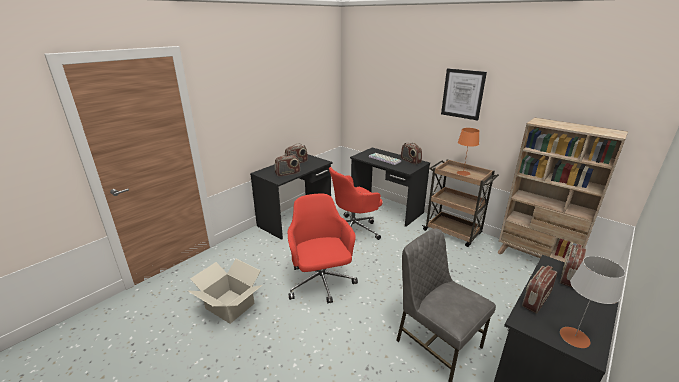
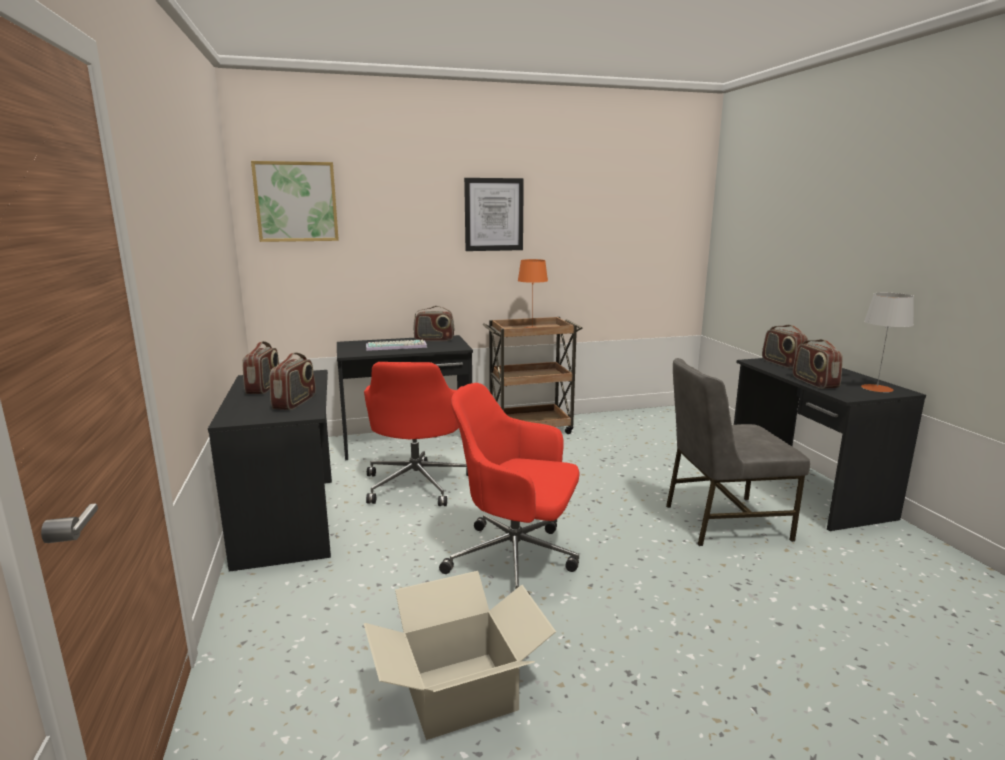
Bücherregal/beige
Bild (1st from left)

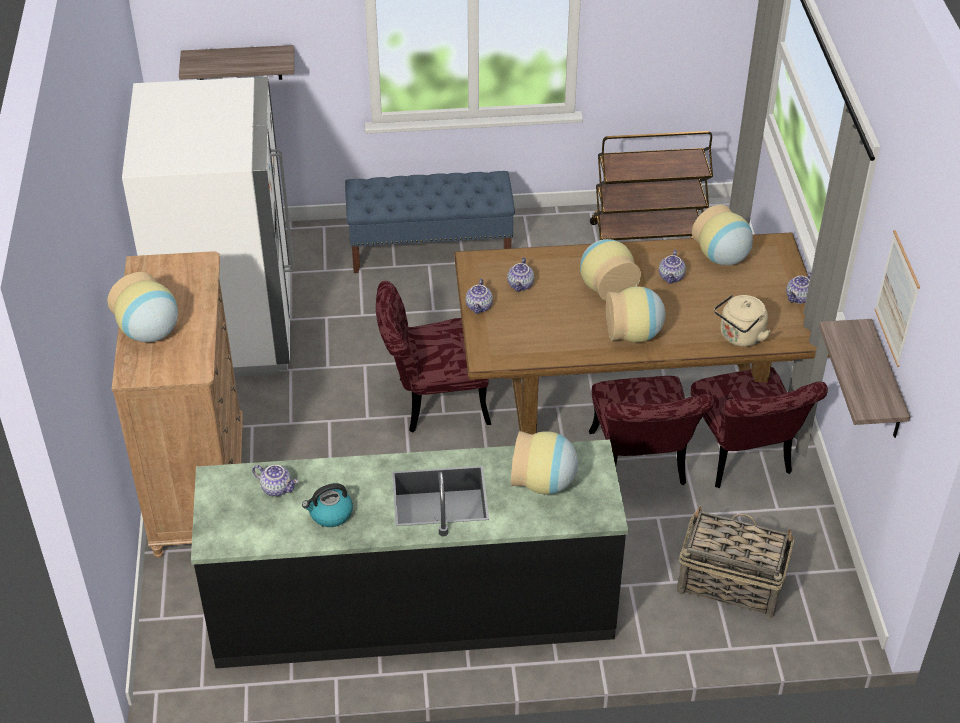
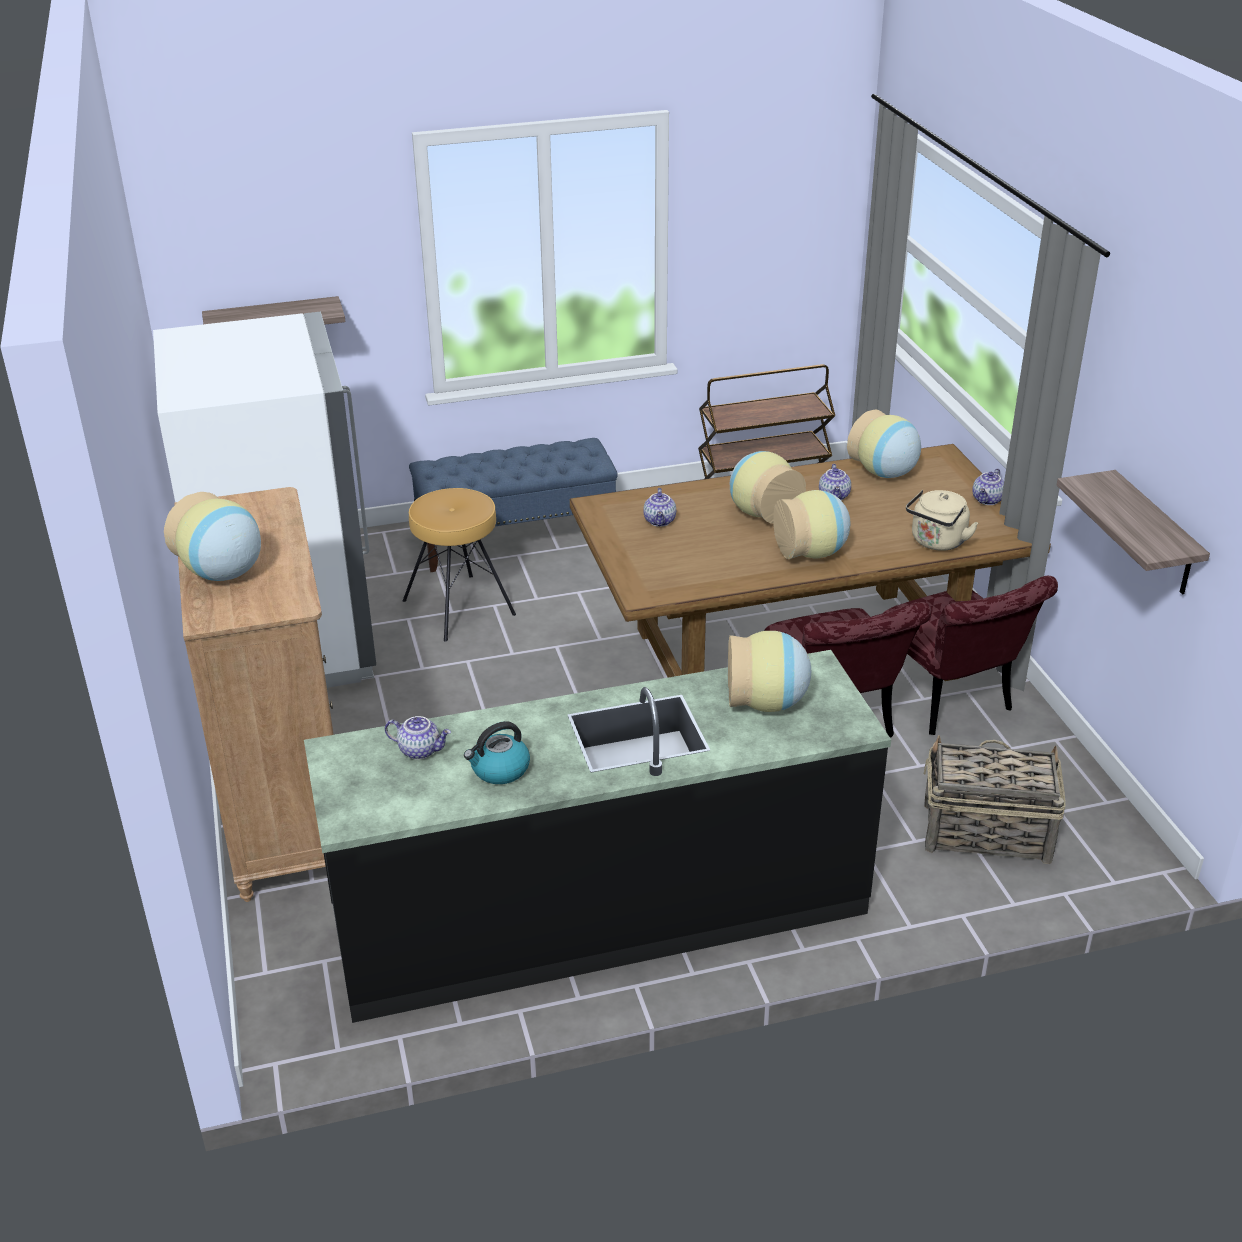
Bild
Teekanne (2nd from left in the first image)
Stuhl/rot (1st from left in the first image)
Hocker/braun

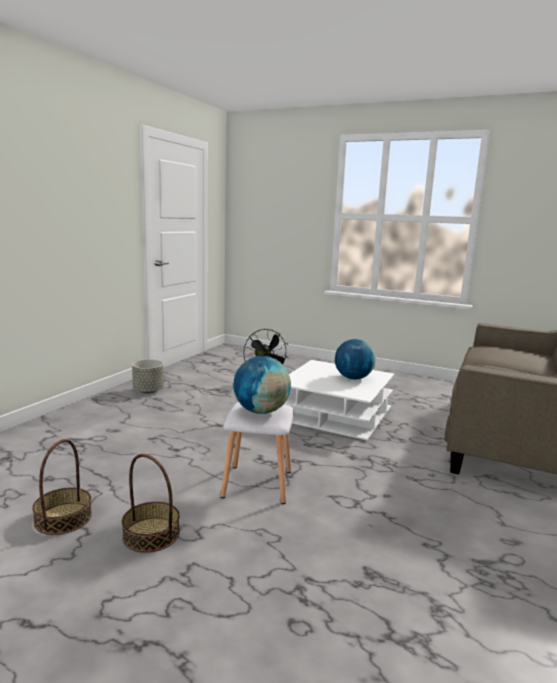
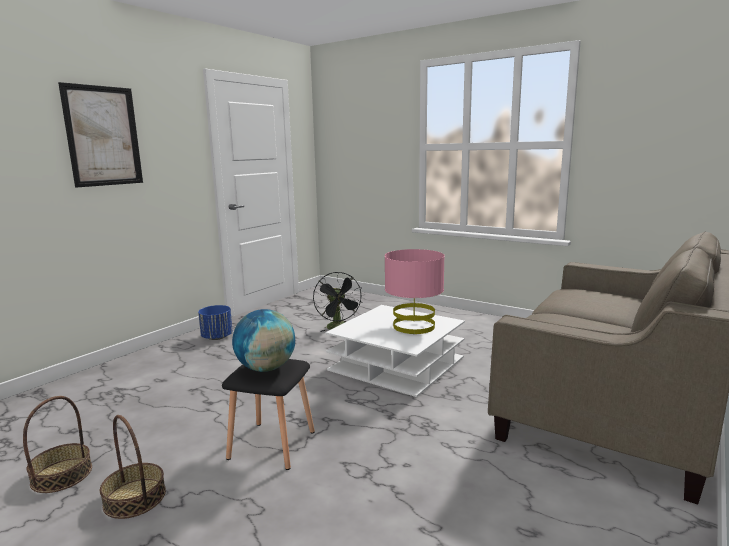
Tischlampe/rosa
Pflanzkübel/blau
Hocker/schwarz
Bild

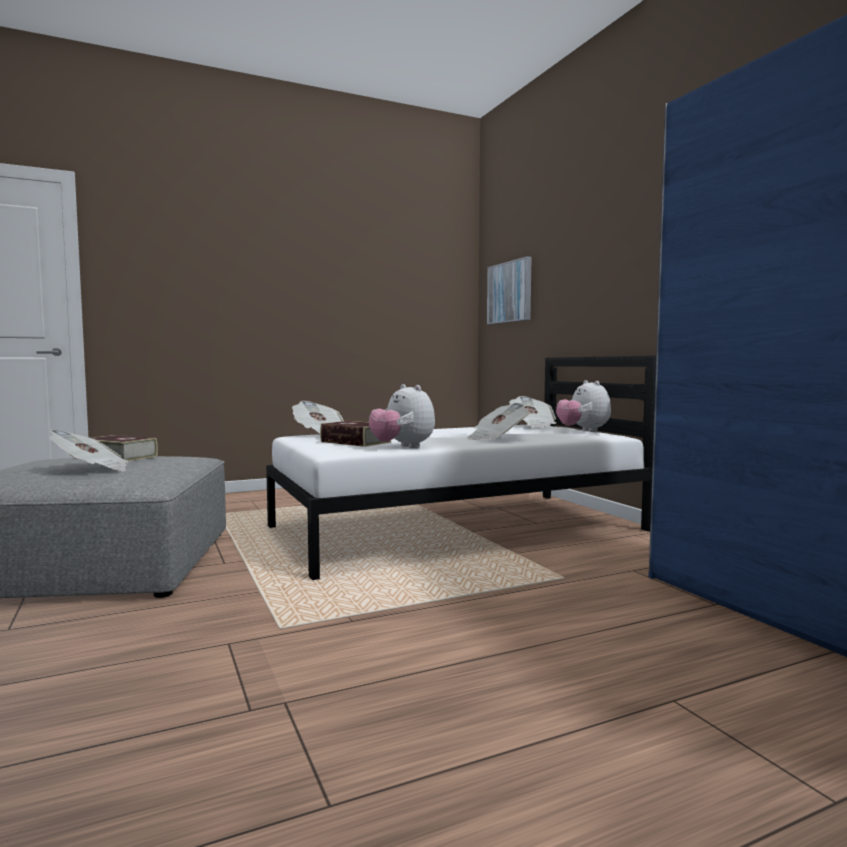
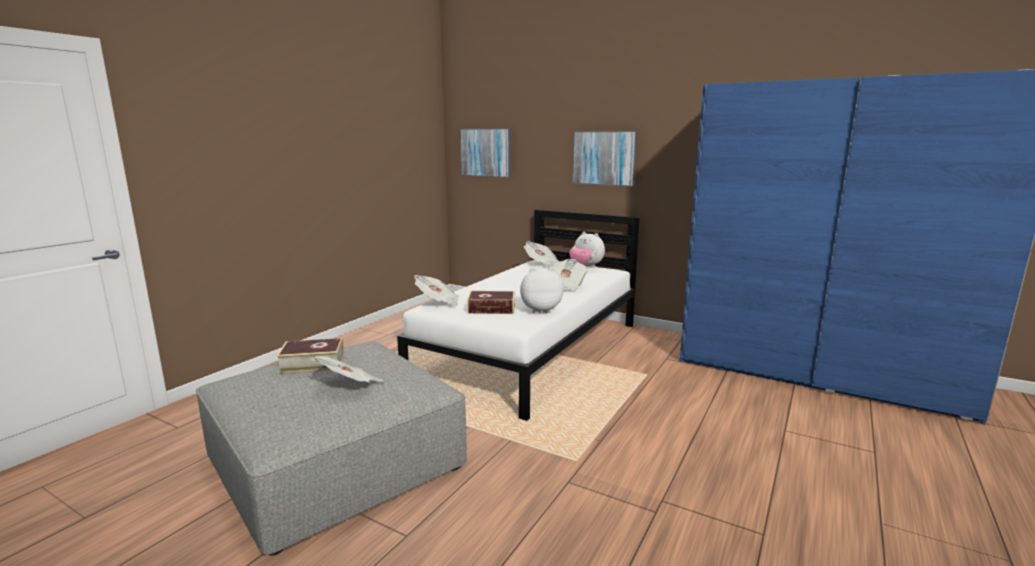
Plüschtier (1st from left)
Bild (2nd from left)

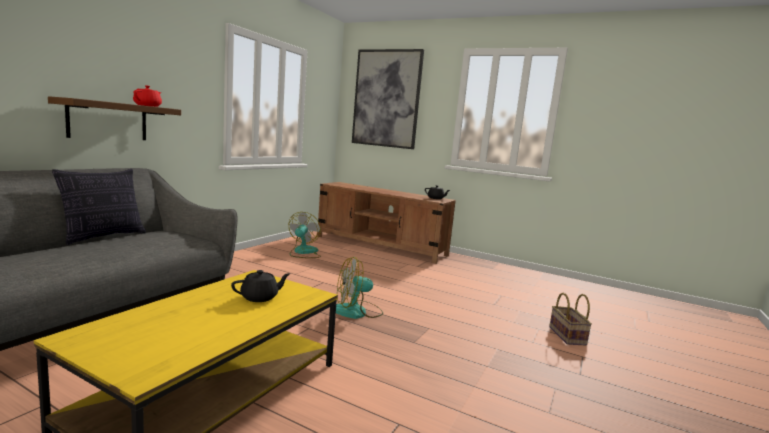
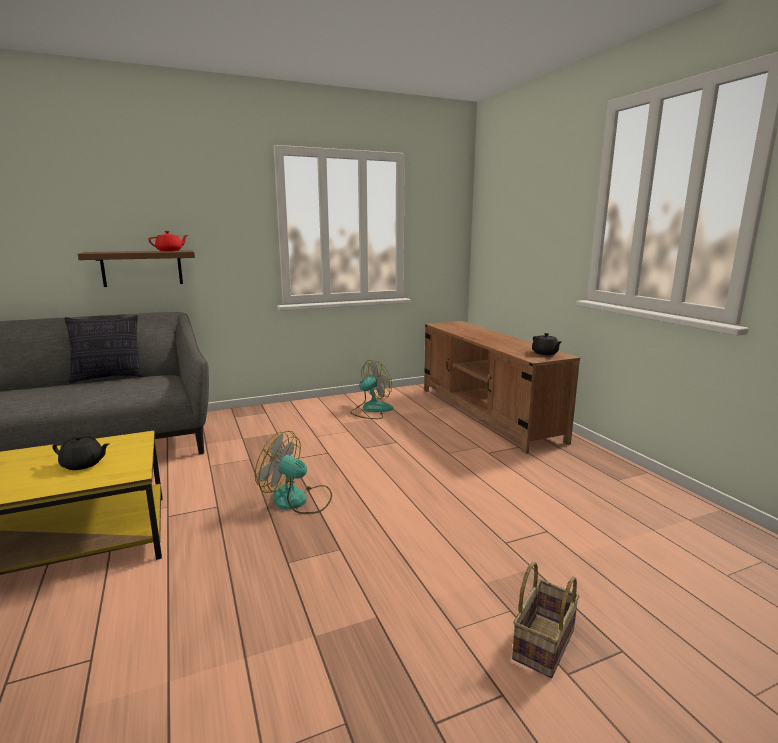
Bild

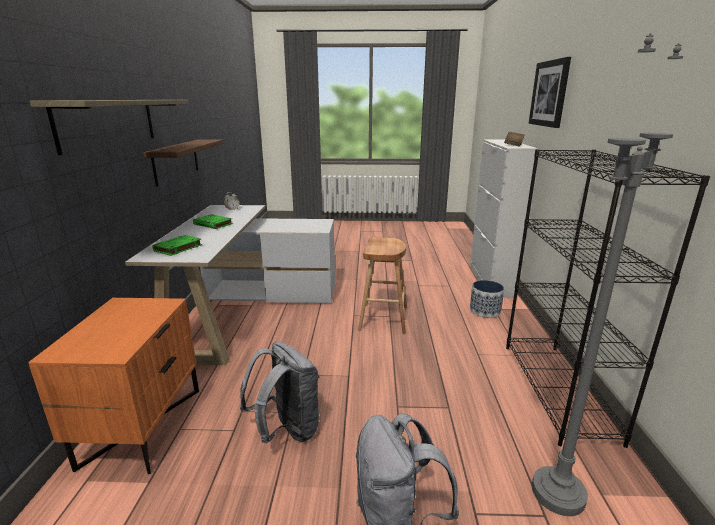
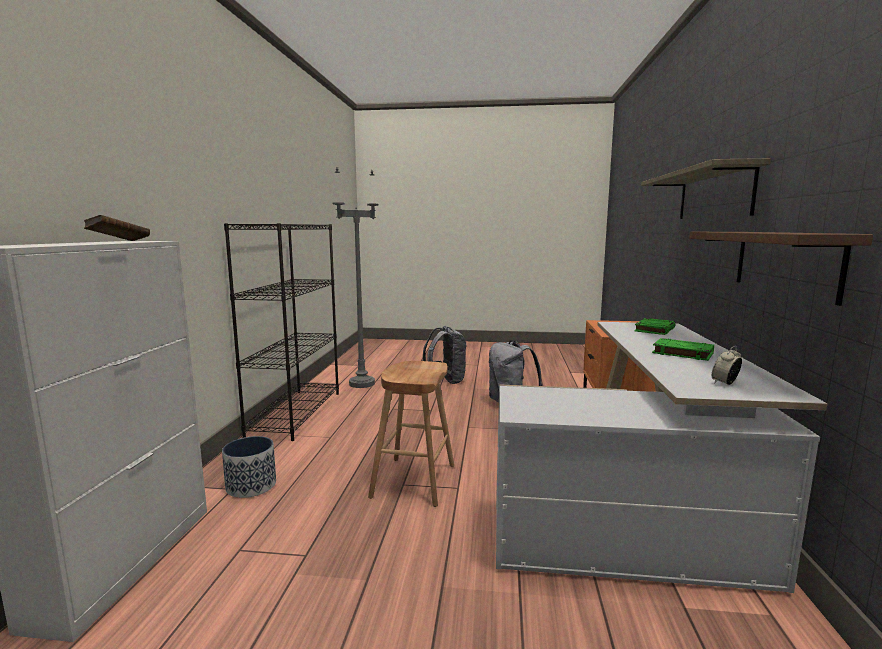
Bild

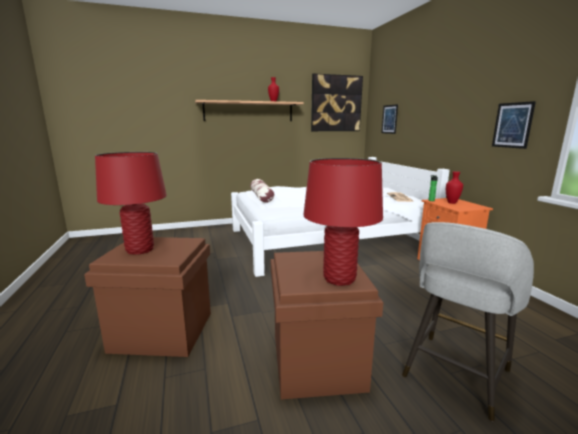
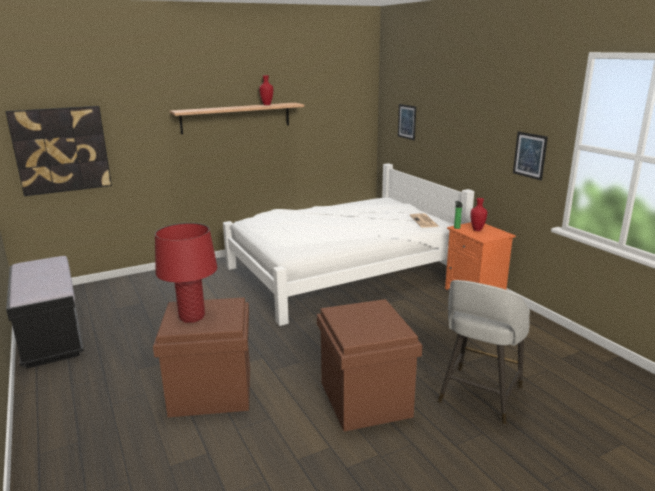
Bild (1st from left)
Tischlampe/rot (2nd from left in the first image)
Kissen
Bank/schwarz

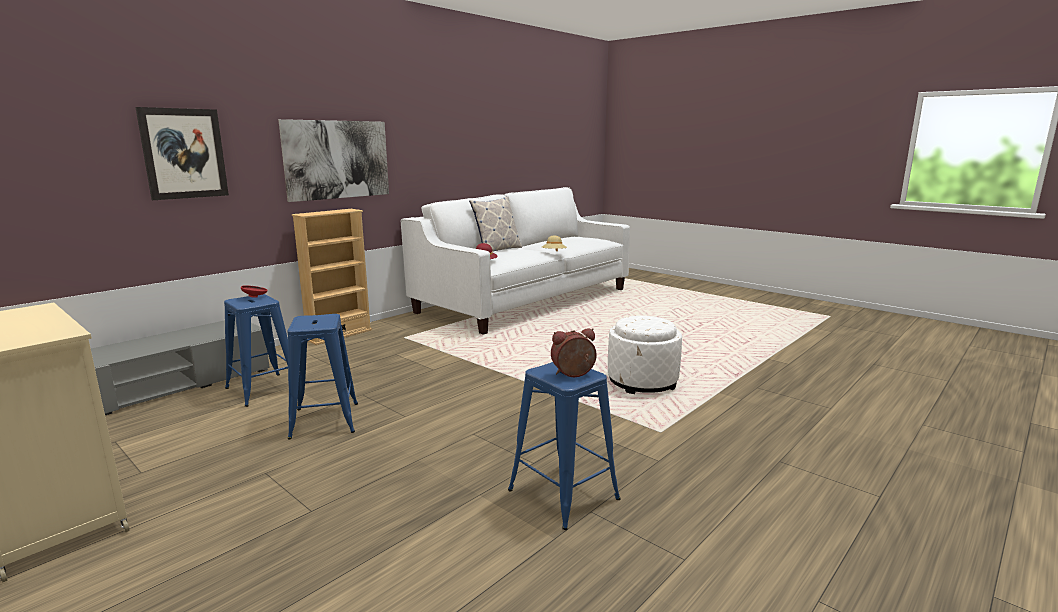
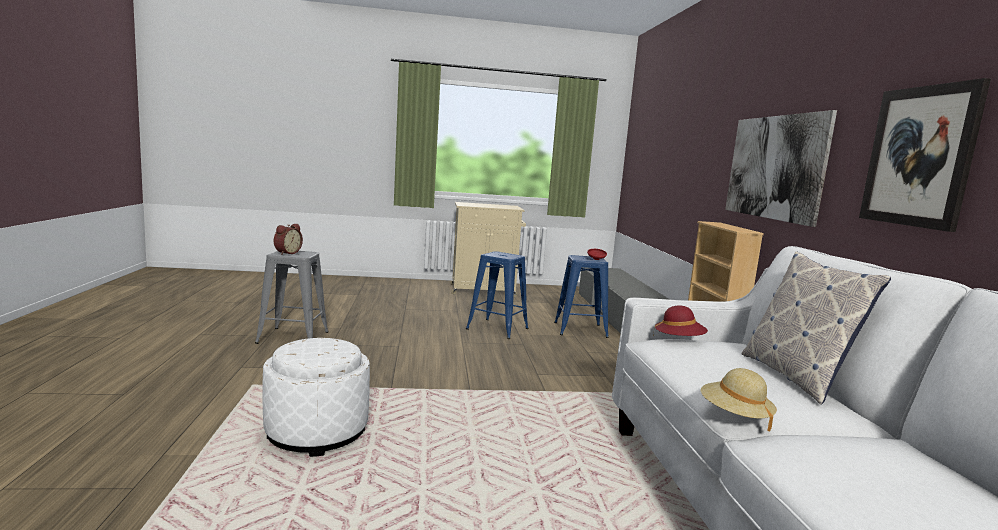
Bild (2nd from left)
Hocker/grau

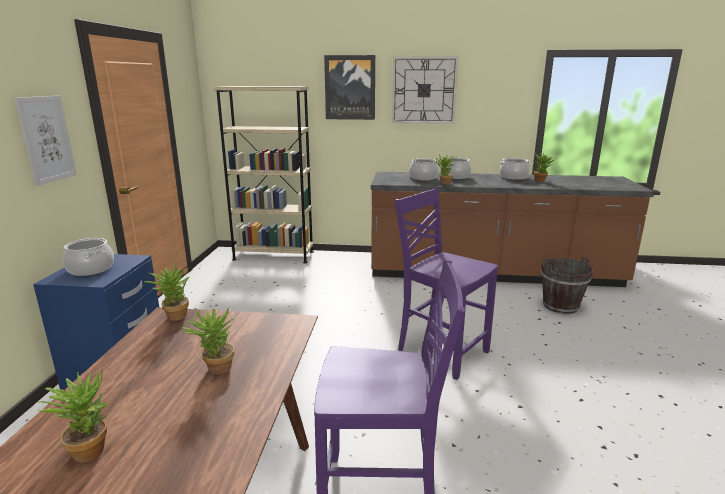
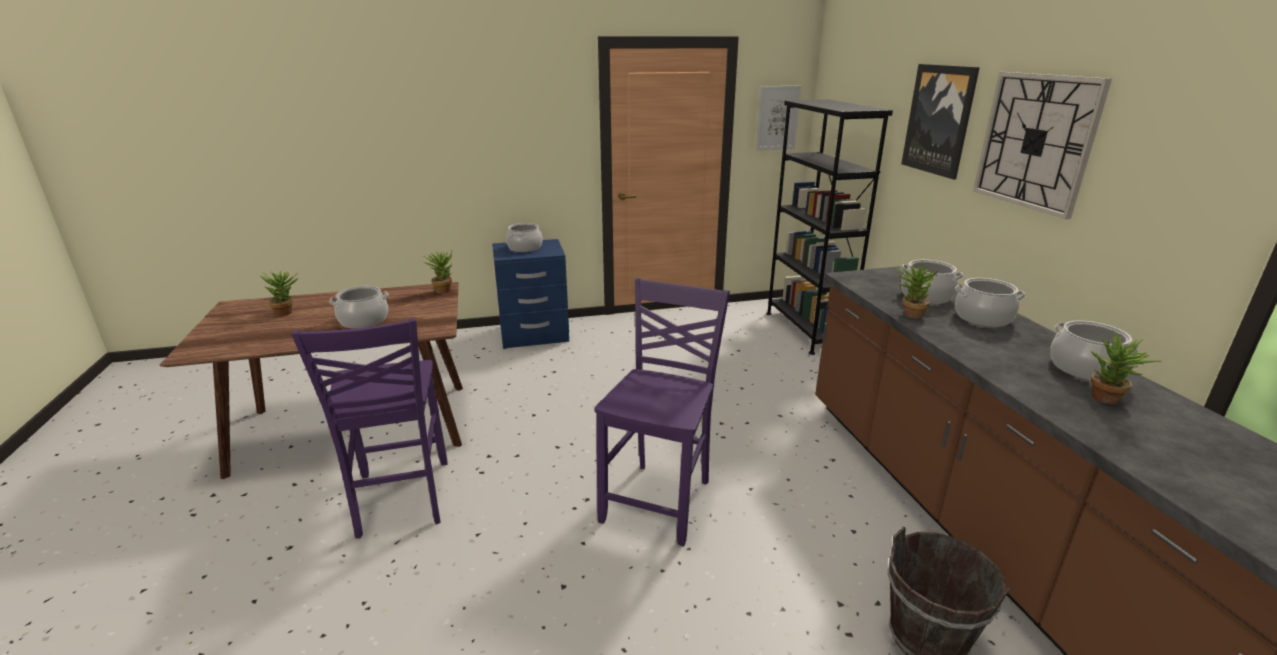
Bücherregal/schwarz
Bild (1st from left)
Kochtopf (1st from left)

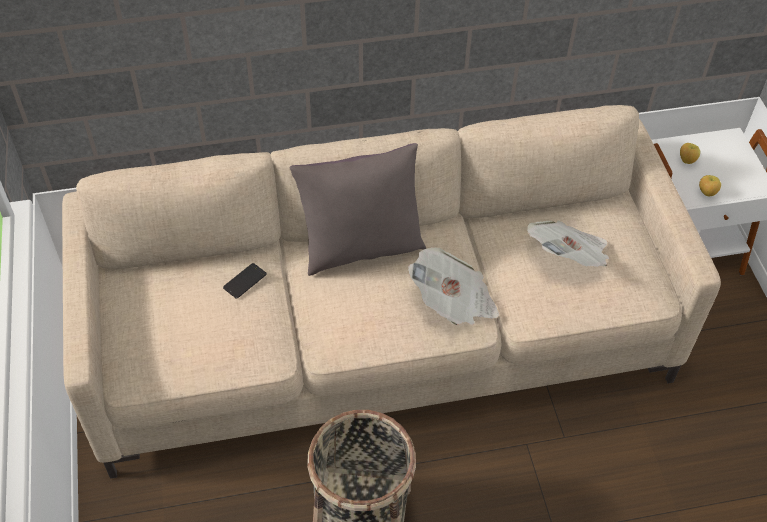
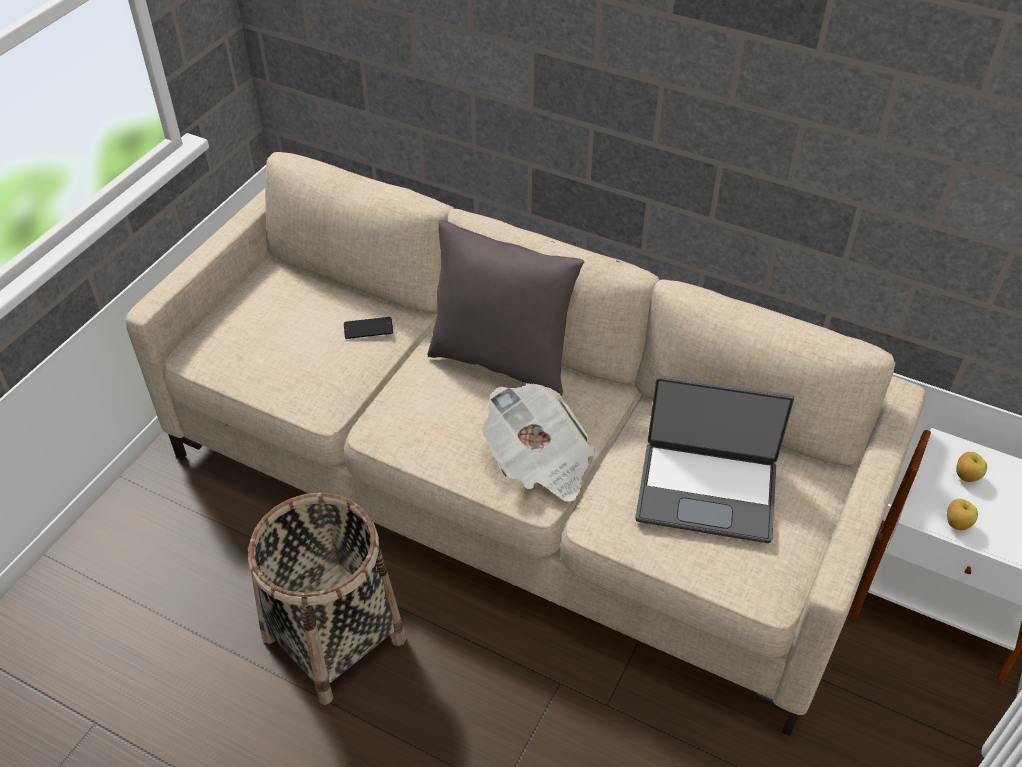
Laptop

